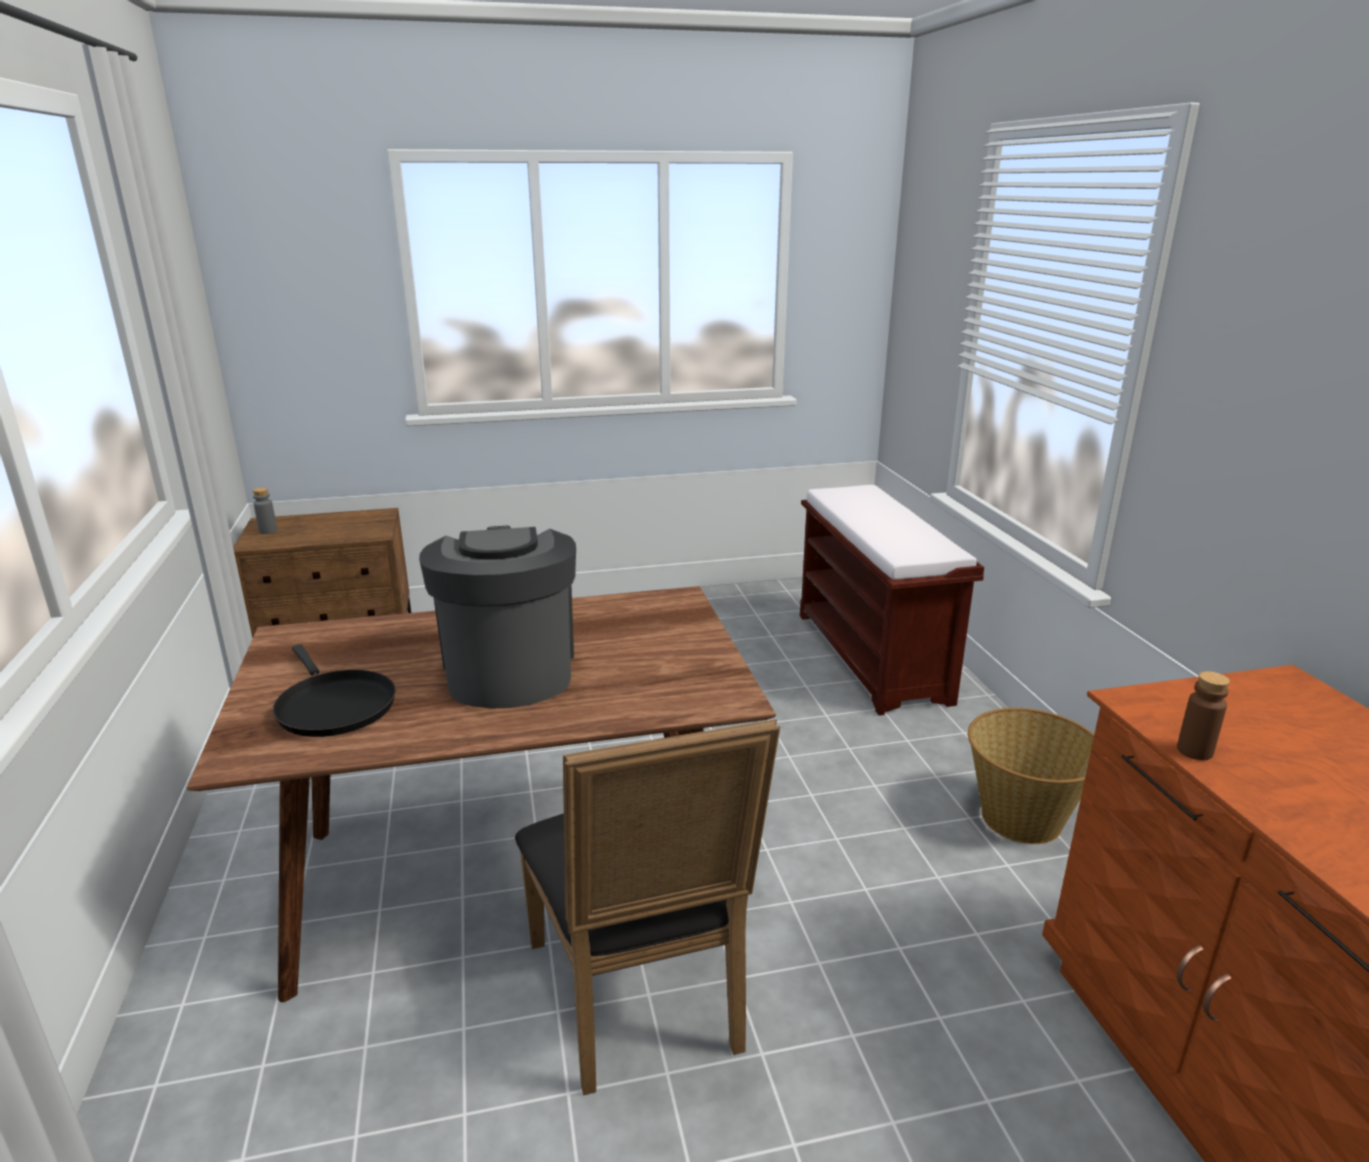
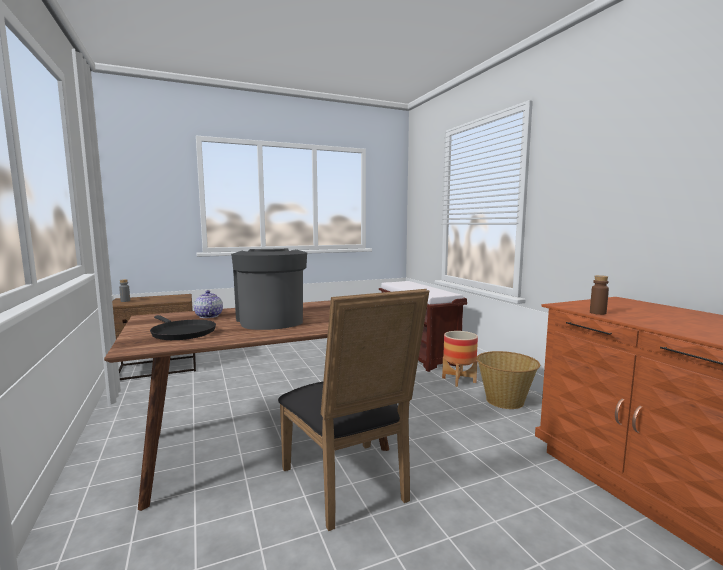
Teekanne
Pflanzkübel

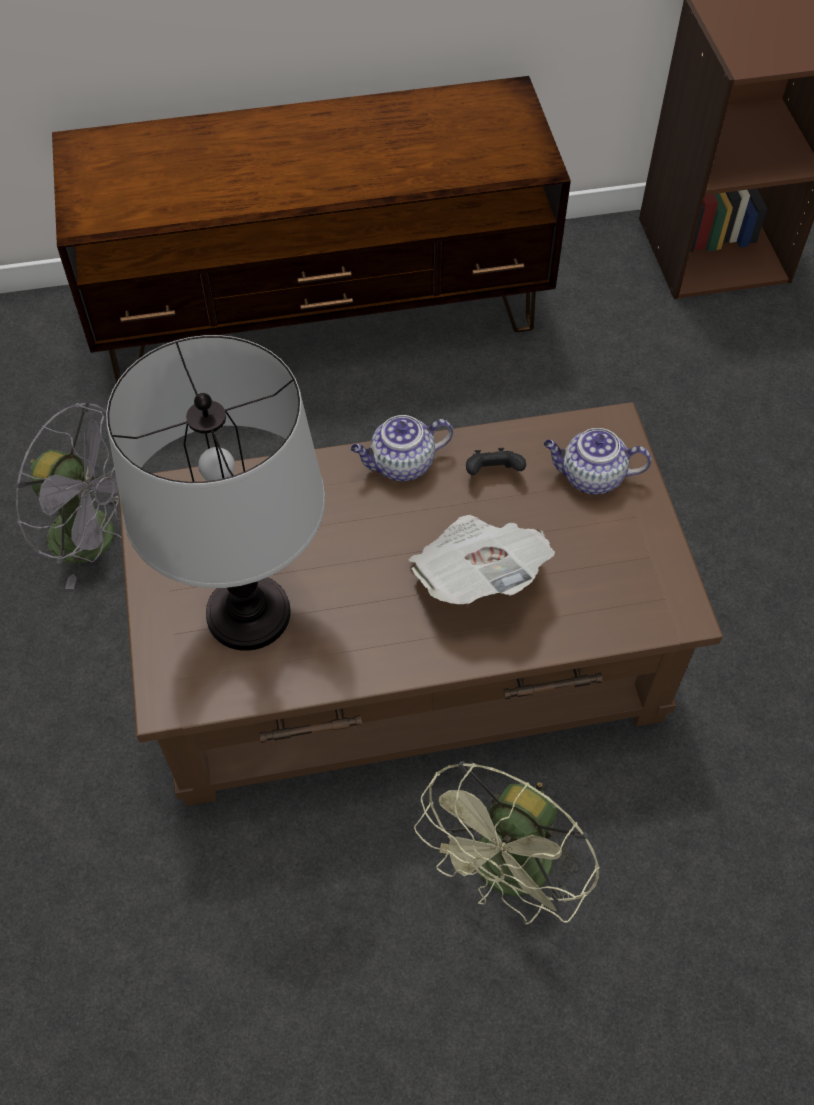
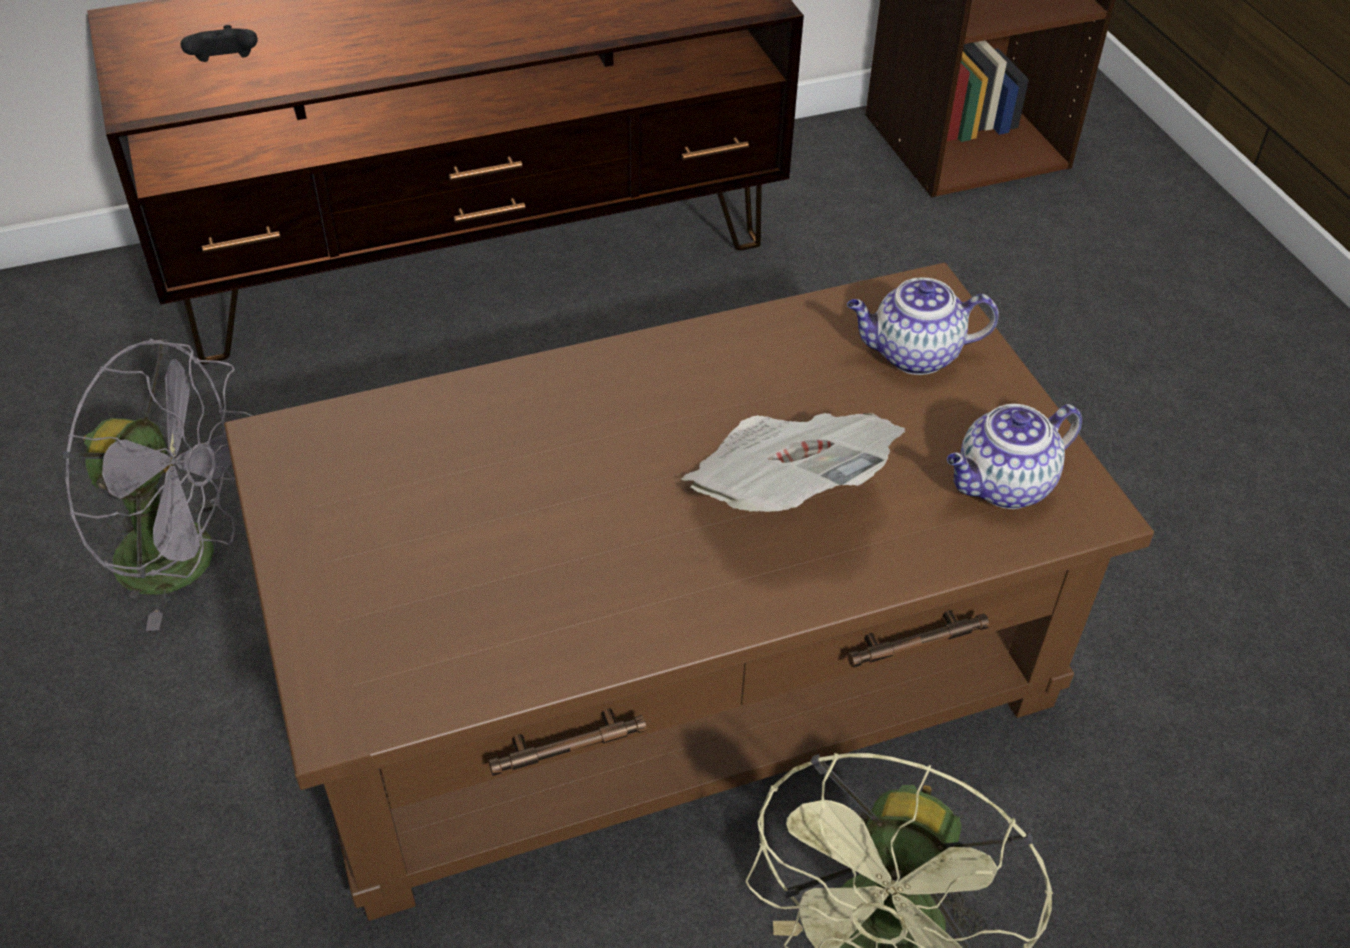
Tischlampe
Teekanne (2nd from left)
Gamepad/schwarz

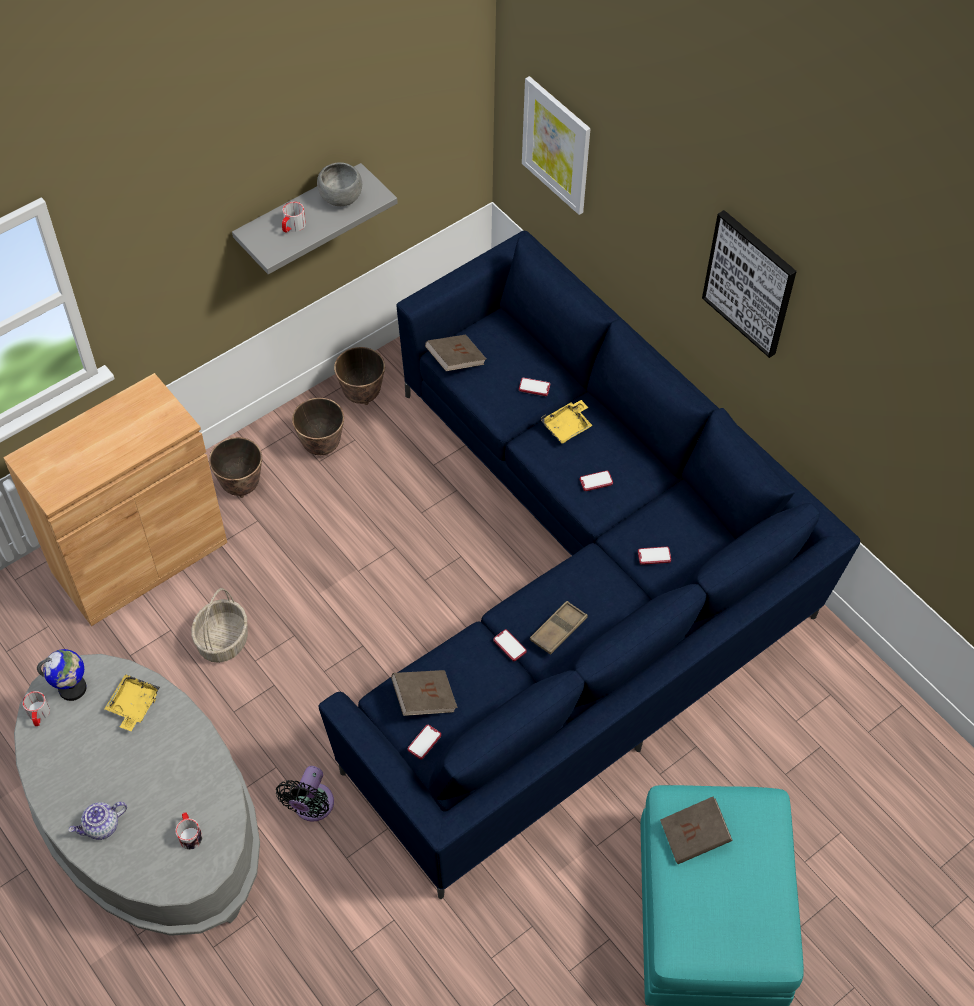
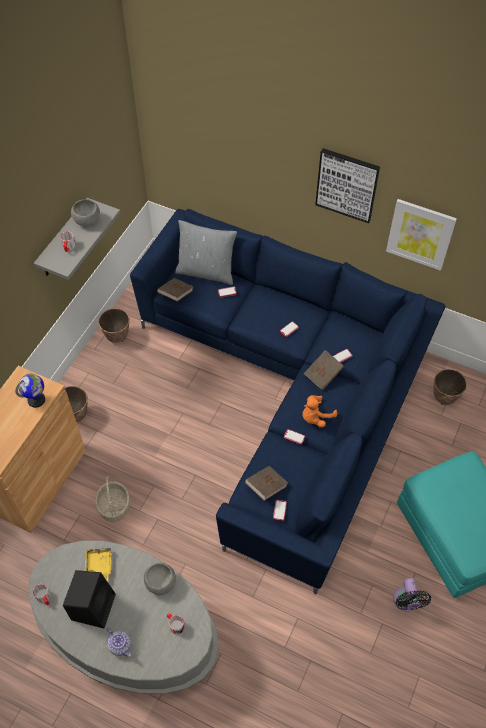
Bild (2nd from left)
Pflanzkübel (3rd from left)
Tablett/gelb (2nd from left in the first image)
Plüschtier/orange
Globus
Ventilator/schwarz
Buch/braun (3rd from left)
Teekanne
Kissen/grau
Schüssel/grau (2nd from left)
Lautsprecher/schwarz

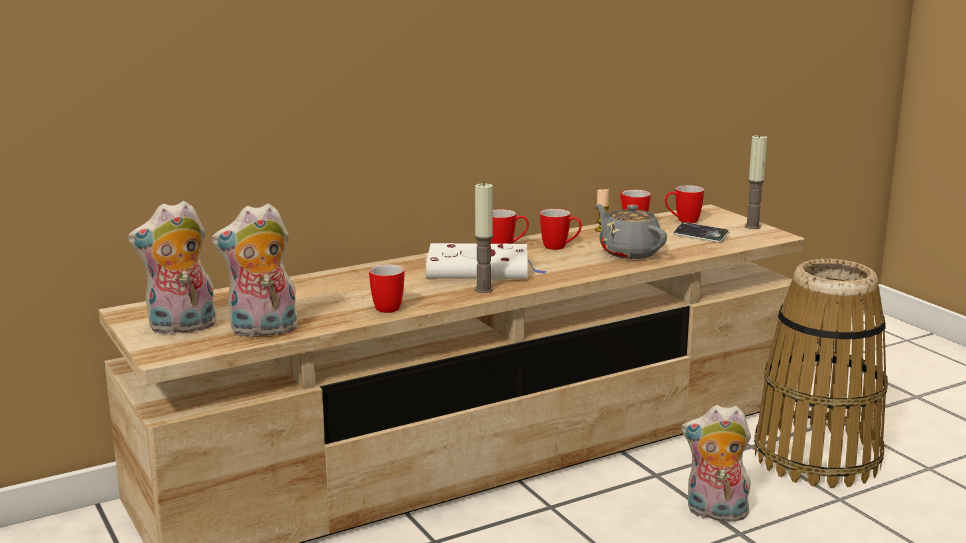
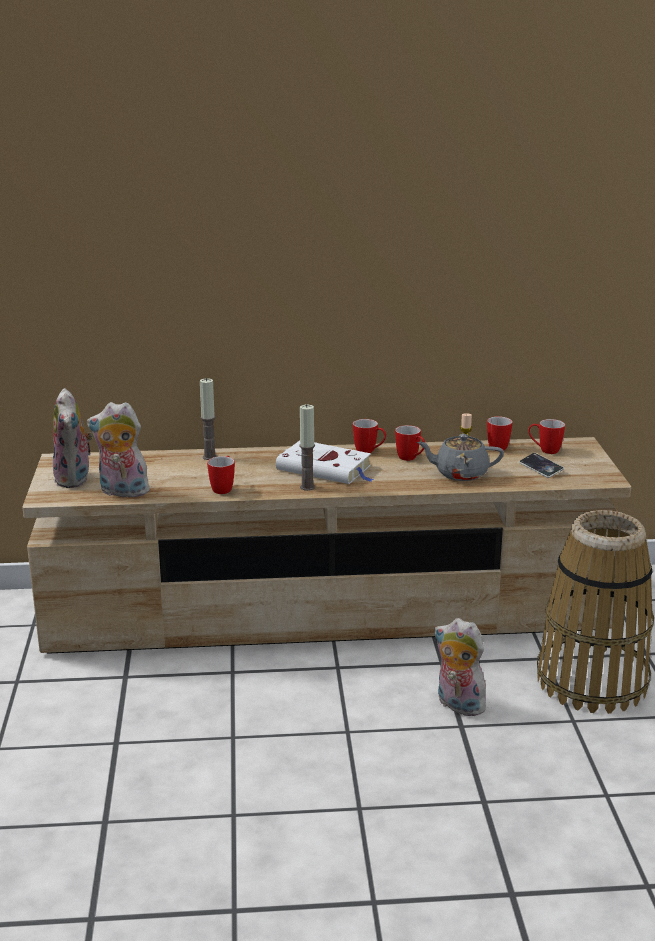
Kerze (1st from left)
Plüschtier (1st from left)
Teekanne/grau

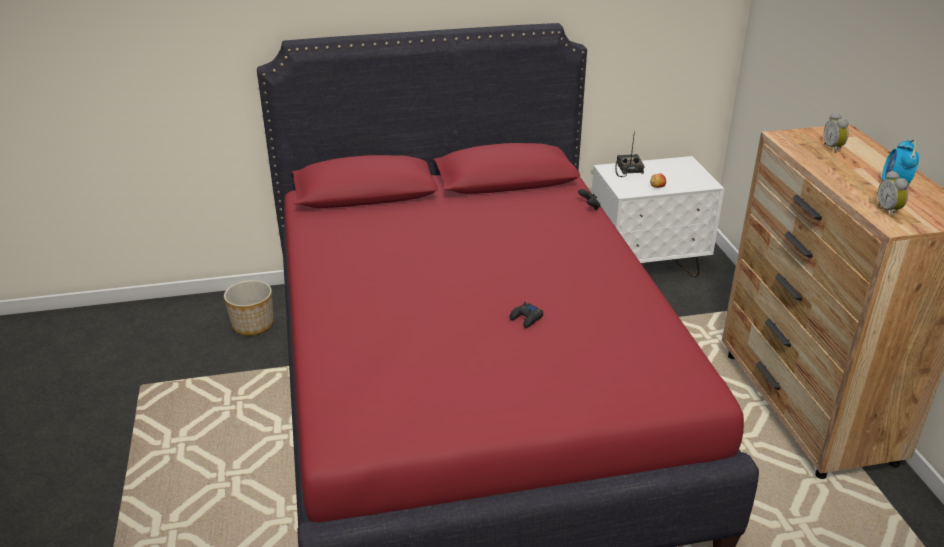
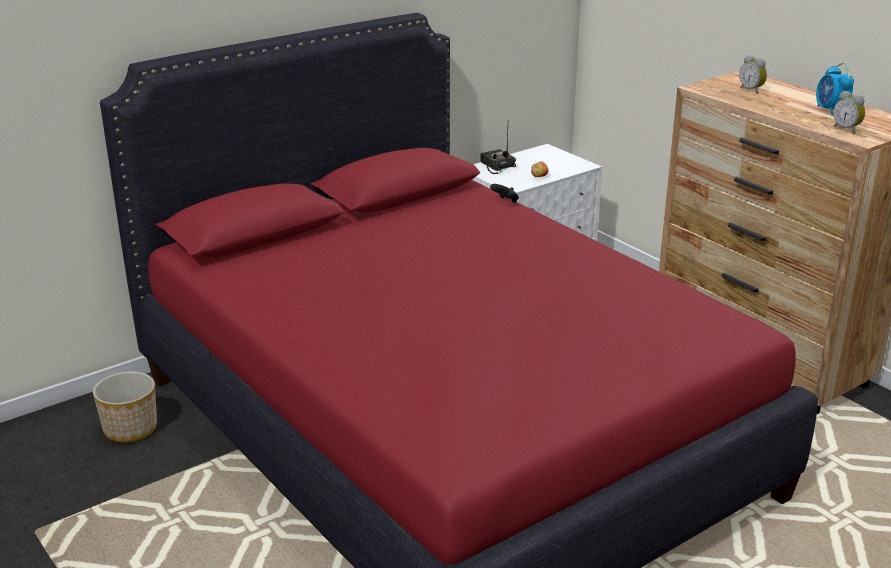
Gamepad/schwarz (1st from left in the first image)

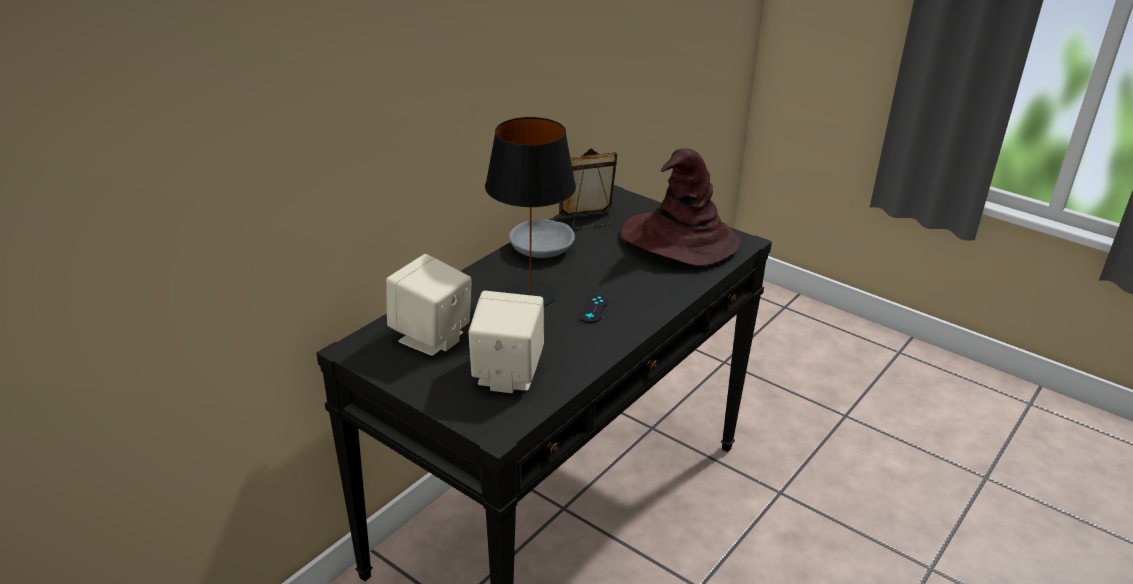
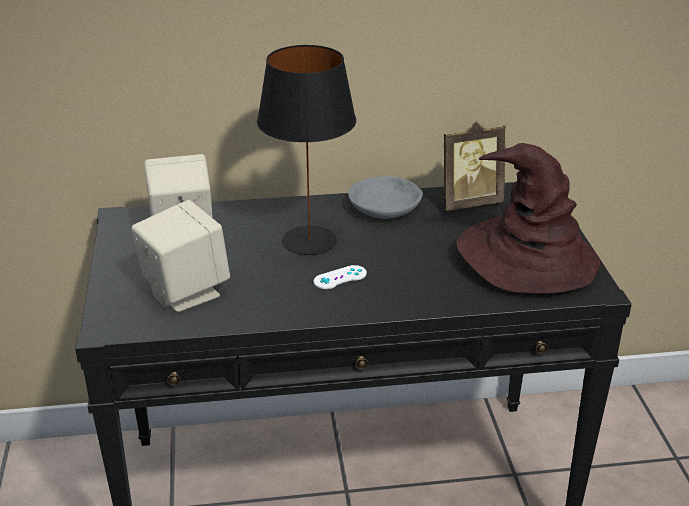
Bilderrahmen
Gamepad/weiß

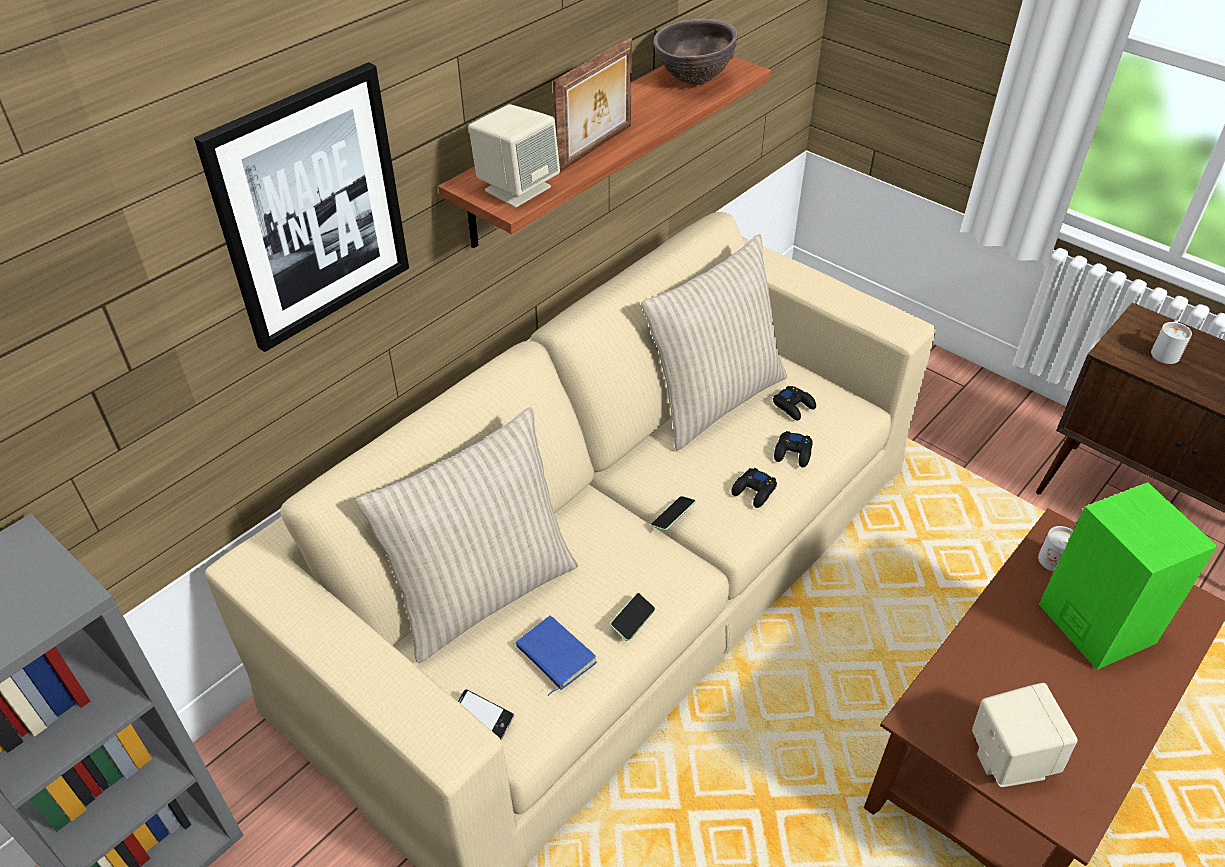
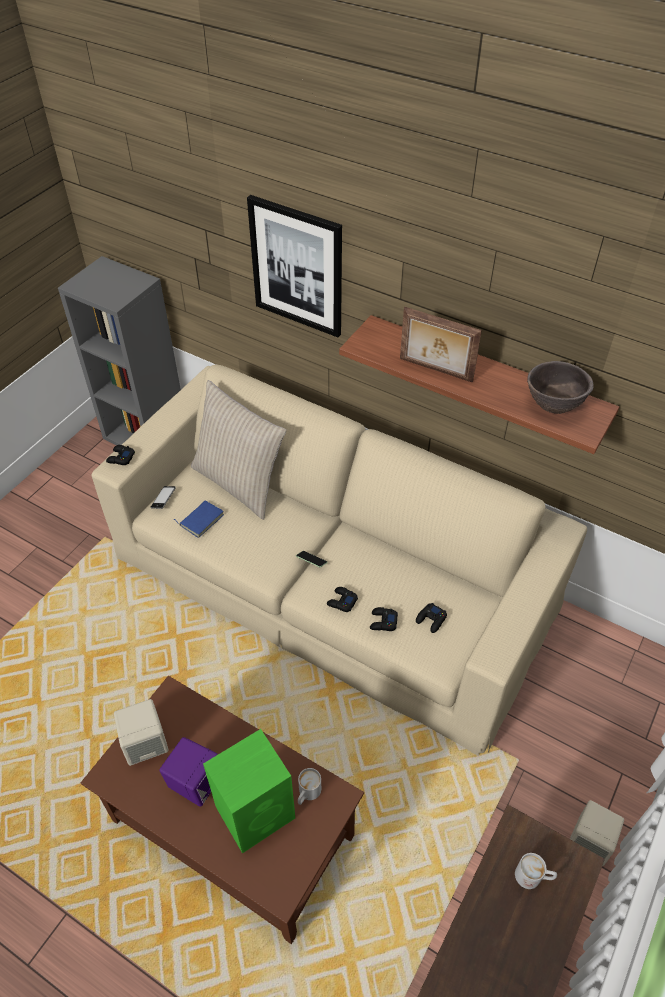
Lautsprecher/beige (2nd from left)
Kissen/beige (2nd from left in the first image)
Handy (2nd from left in the first image)
Gamepad/schwarz (1st from left)
Lautsprecher/lila

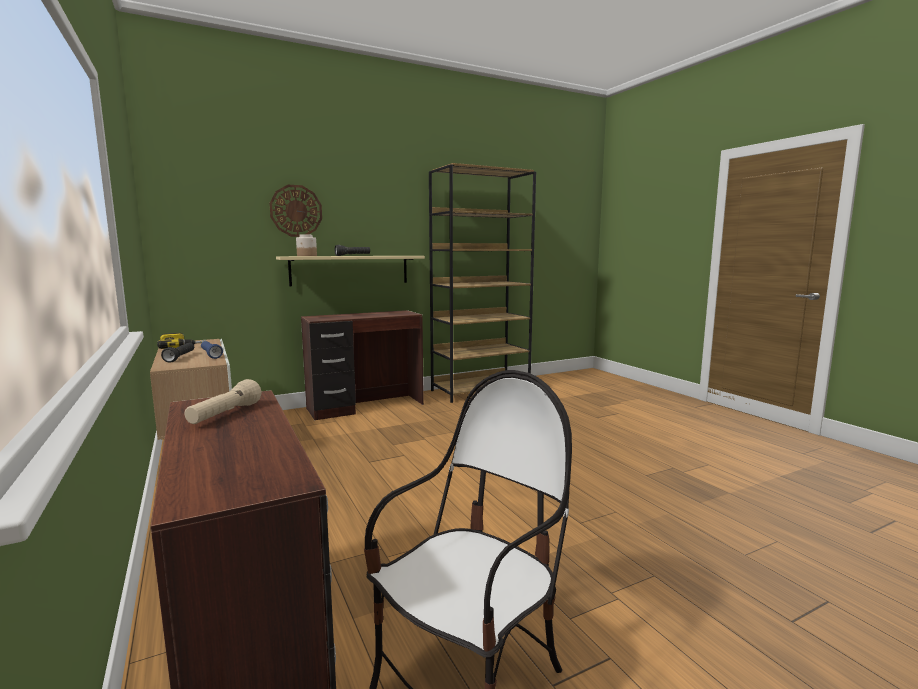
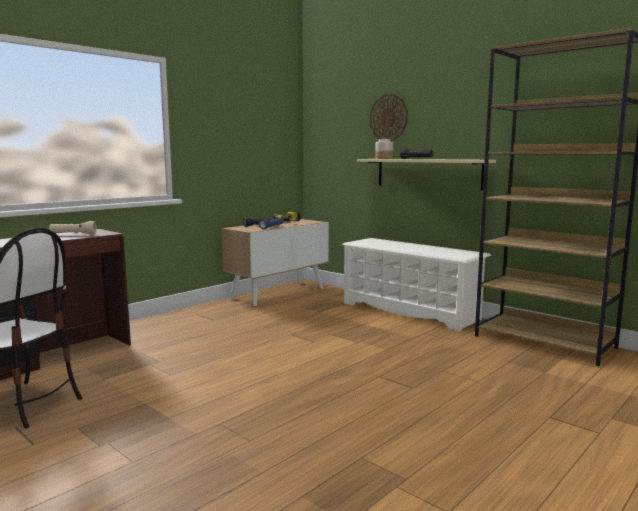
Schuhregal/weiß

